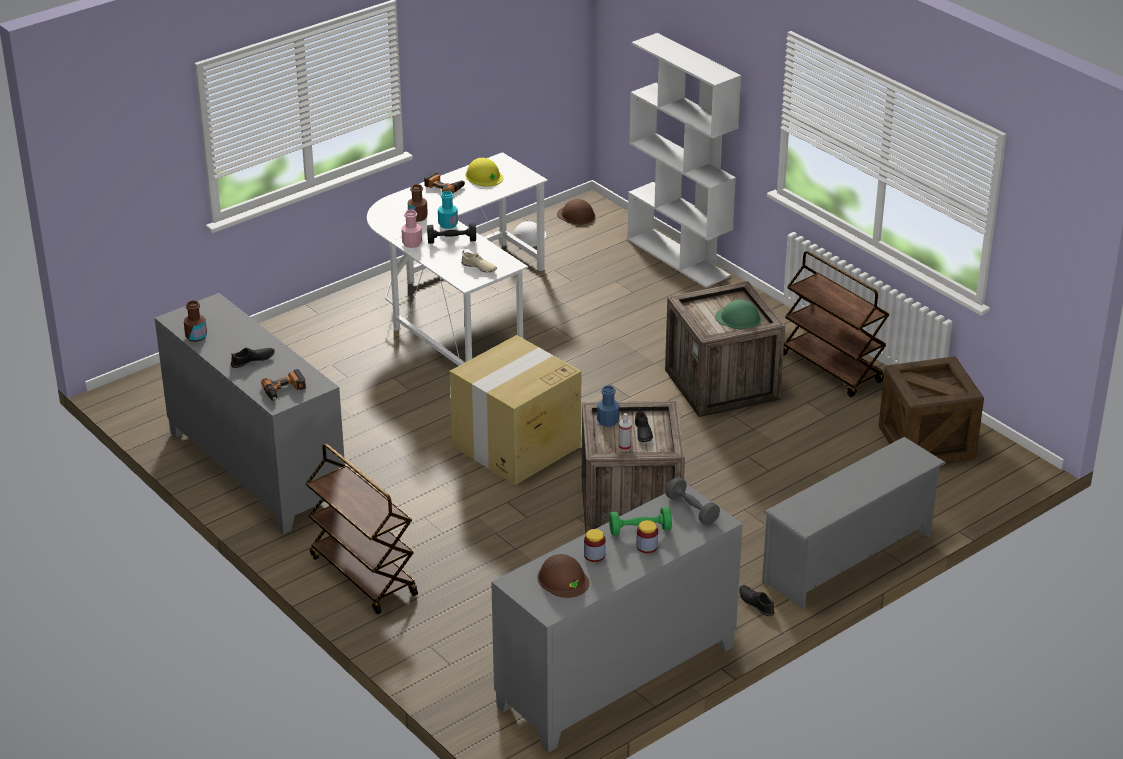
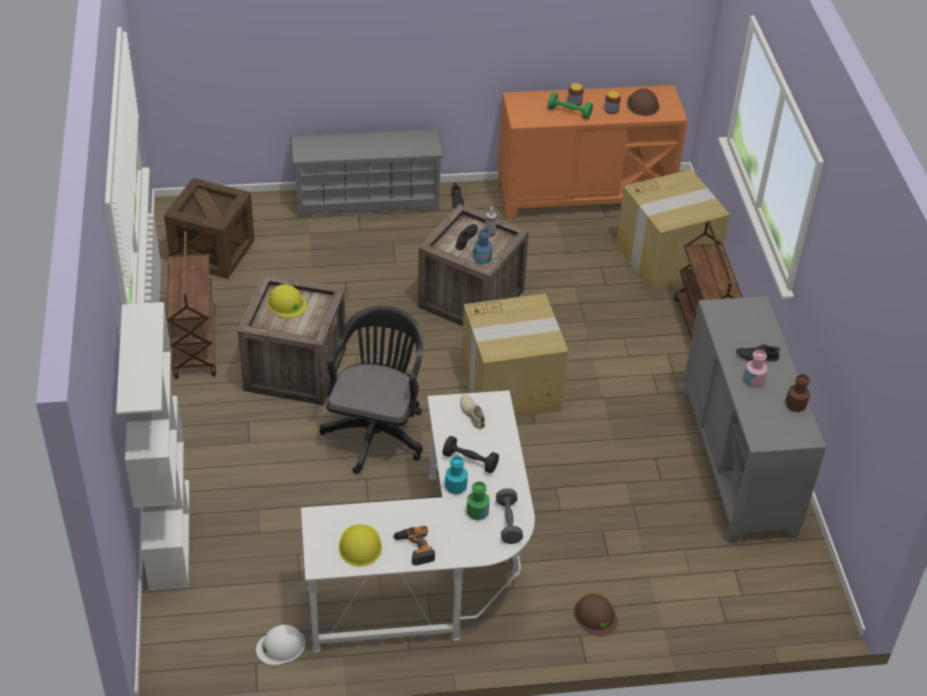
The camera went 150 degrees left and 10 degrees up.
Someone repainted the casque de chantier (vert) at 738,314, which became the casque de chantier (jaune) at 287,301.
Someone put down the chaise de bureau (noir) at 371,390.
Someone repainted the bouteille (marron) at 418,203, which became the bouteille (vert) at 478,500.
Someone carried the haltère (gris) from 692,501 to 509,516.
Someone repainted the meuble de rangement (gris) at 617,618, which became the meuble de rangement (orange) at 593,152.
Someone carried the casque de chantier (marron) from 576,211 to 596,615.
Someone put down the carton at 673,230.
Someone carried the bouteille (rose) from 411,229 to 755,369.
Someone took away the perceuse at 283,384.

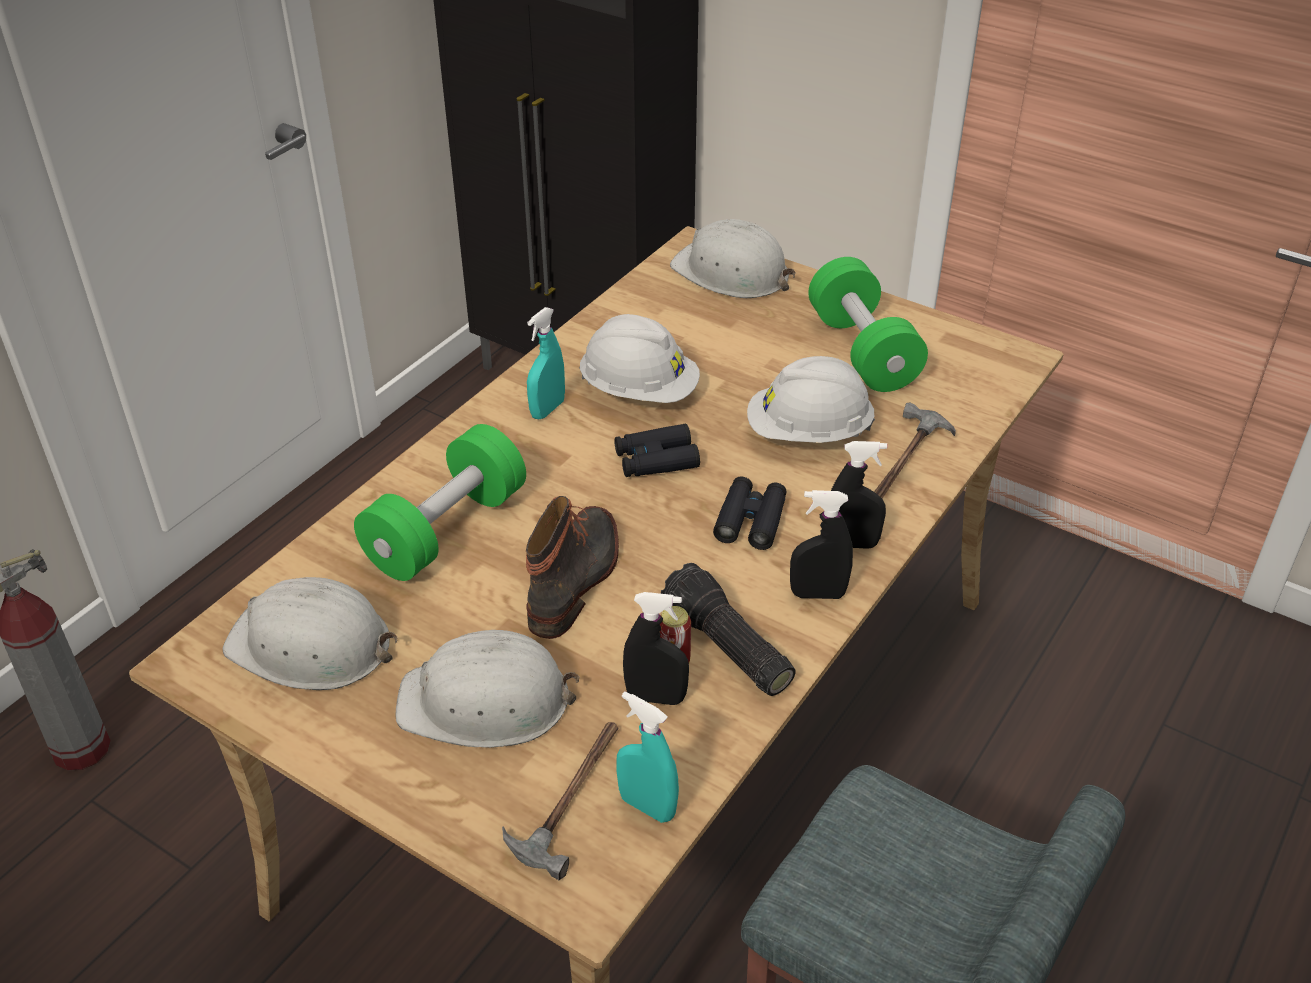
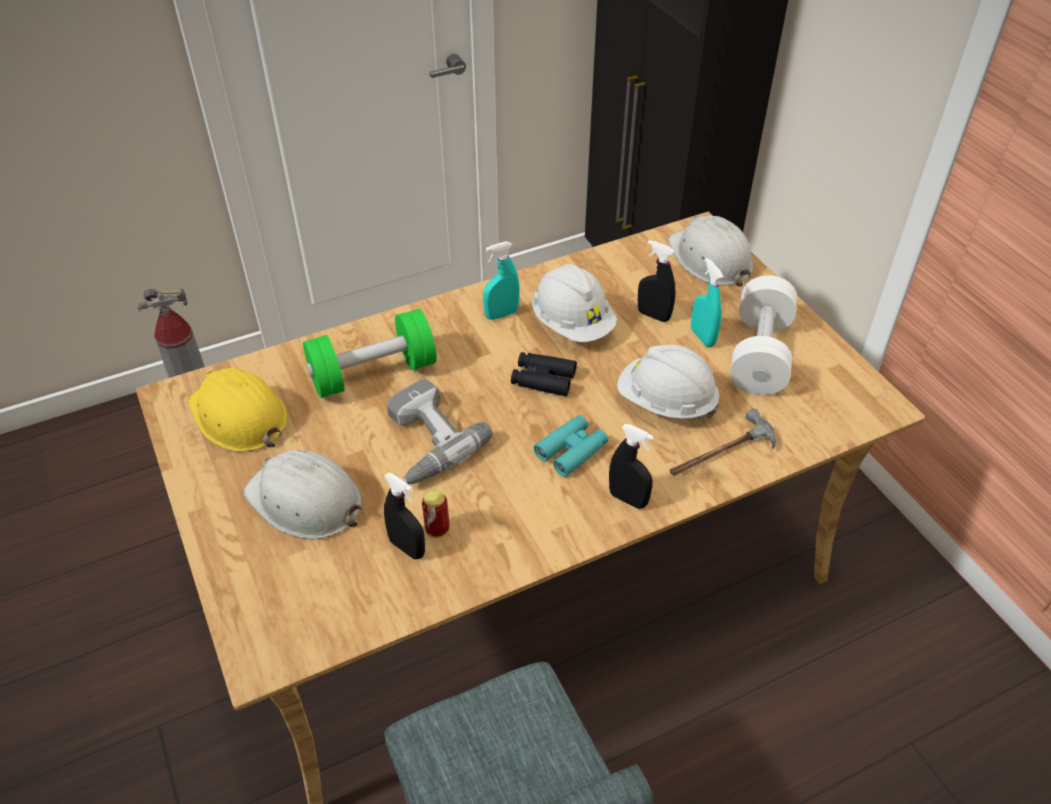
The camera went 30 degrees right and 5 degrees up.
Someone repainted the casque de chantier (blanc) at 310,633, which became the casque de chantier (jaune) at 238,410.
Someone swapped the botte at 572,567 for the perceuse at 439,431.
Someone repainted the jumelles (noir) at 750,513, which became the jumelles (turquoise) at 571,446.
Someone carried the vaporisateur (noir) from 821,544 to 656,281.
Someone carried the vaporisateur (turquoise) from 647,757 to 707,302.
Someone repainted the haltère (vert) at 868,324, which became the haltère (blanc) at 763,335.
Someone took away the marteau at 560,801.
Someone took away the lampe de poche at 728,629.

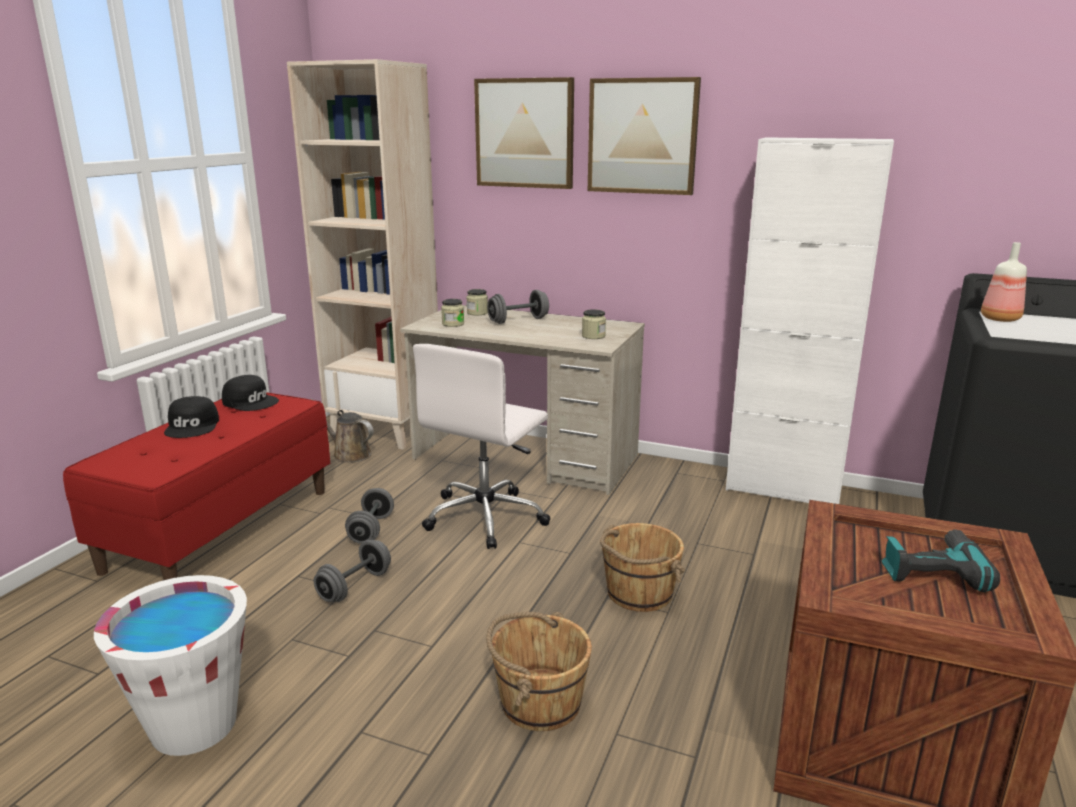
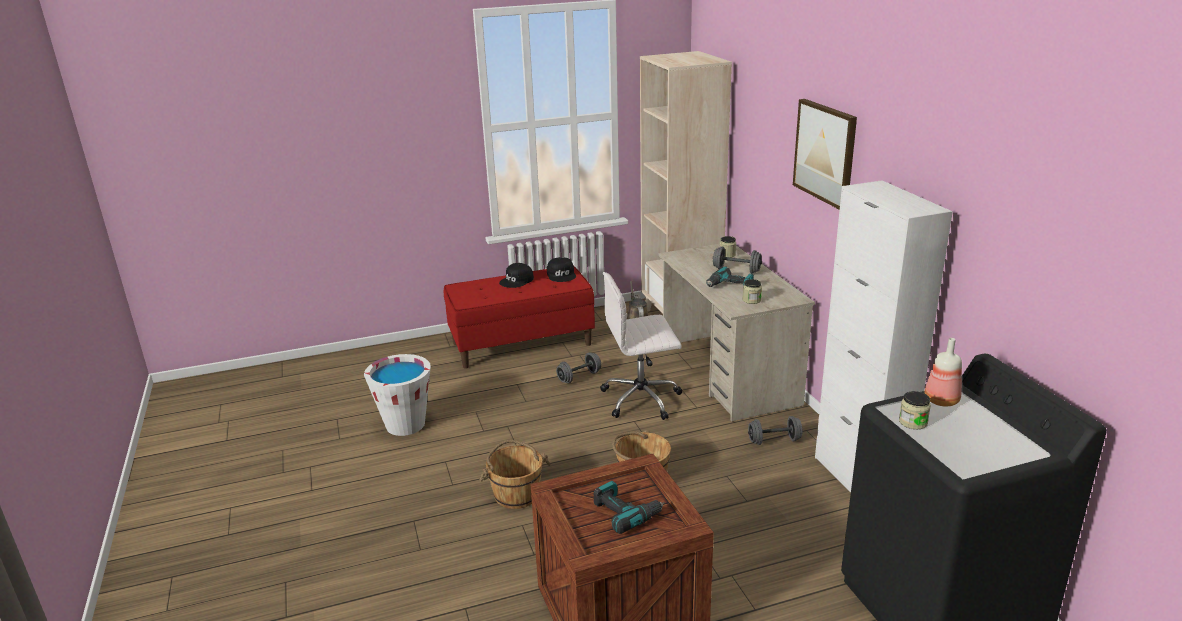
The camera went 50 degrees right and 5 degrees up.
Someone put down the perceuse at 730,277.
Someone carried the haltère (gris) from 352,571 to 775,430.
Someone carried the bocal from 452,313 to 915,410.
Someone took away the tableau at 524,133.

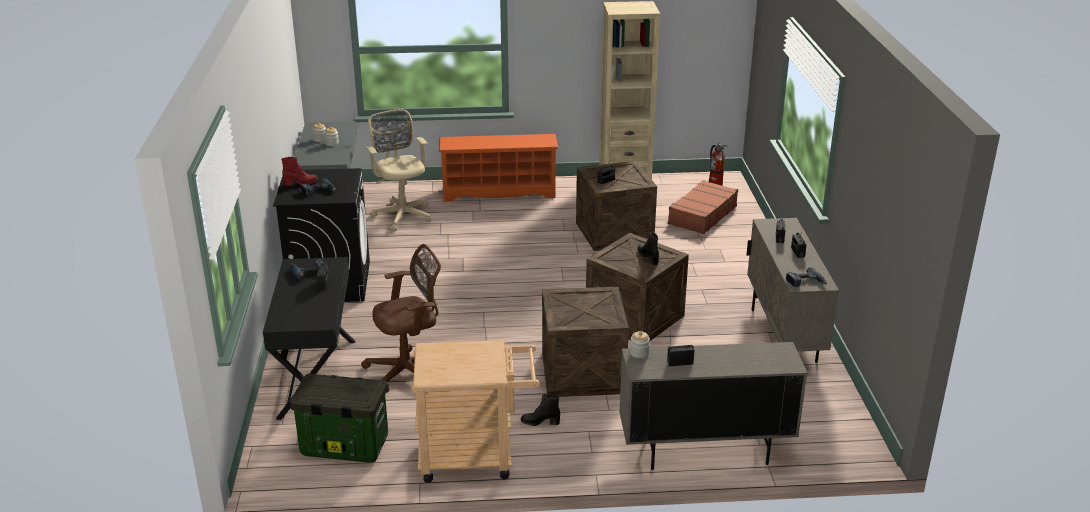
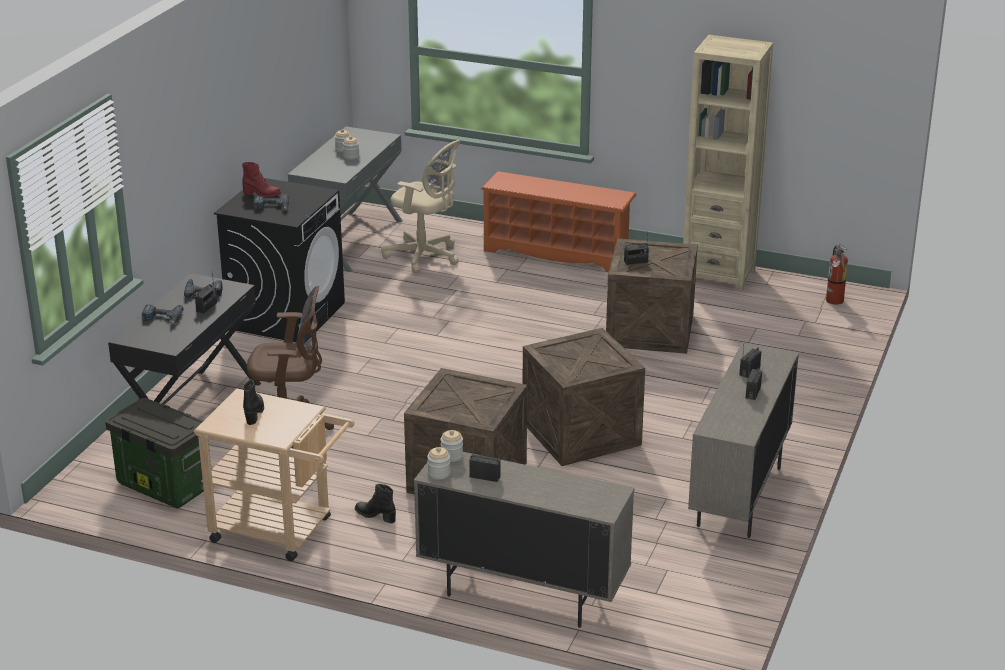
The camera went 25 degrees right and 0 degrees up.
Someone carried the perceuse from 806,277 to 163,314.
Someone carried the botte (noir) from 648,248 to 253,402.
Someone rotated the chaise de bureau (beige) at 398,170 by 120 degrees clockwise.
Someone put down the bocal at 438,463.
Someone took away the valise (marron) at 703,207.

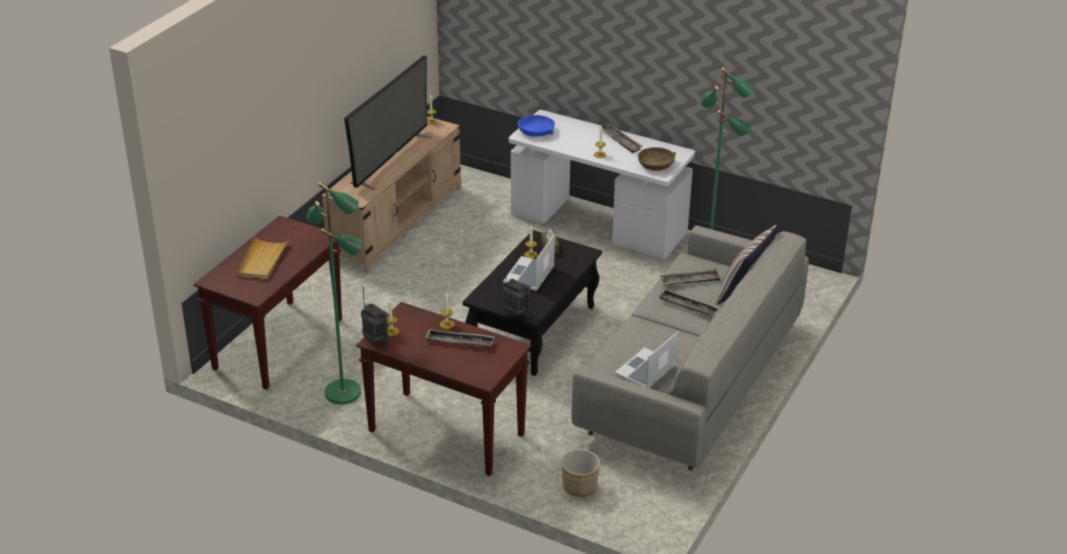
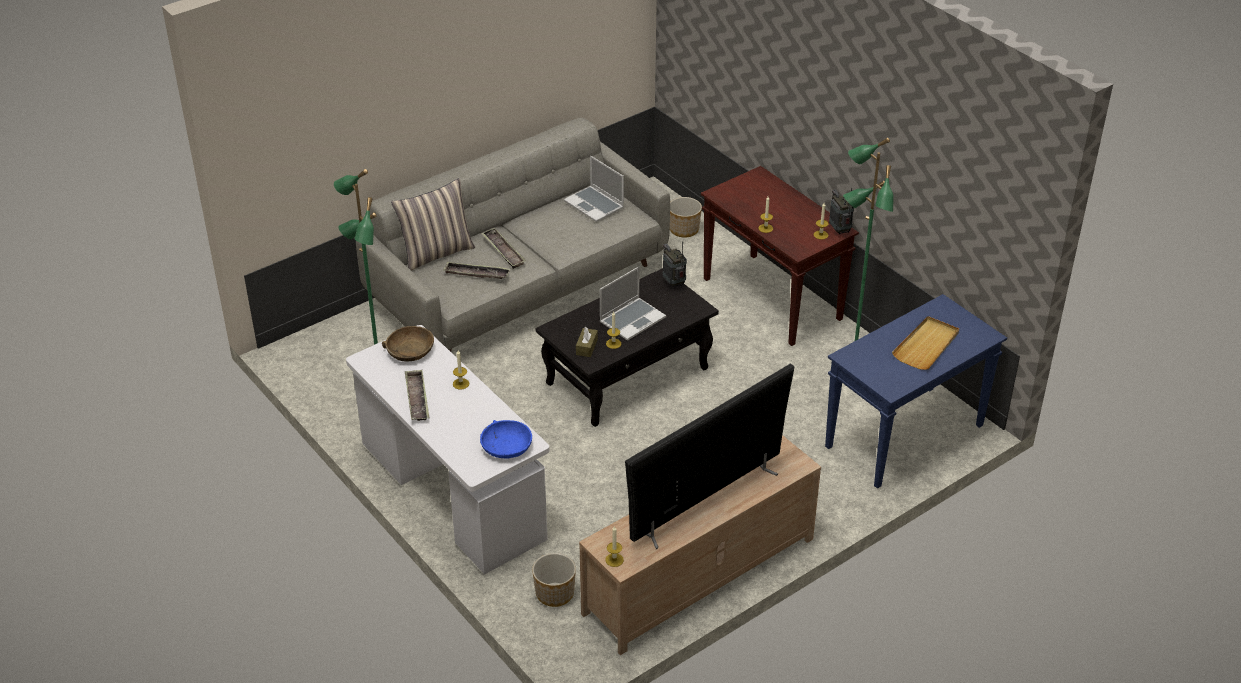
The camera went 155 degrees left and 5 degrees up.
Someone put down the cache-pot at 554,580.
Someone rotated the ordinateur portable at 647,359 by 75 degrees clockwise.
Someone repainted the table console (marron) at 268,302, which became the table console (bleu) at 916,391.
Someone took away the plateau at 459,338.

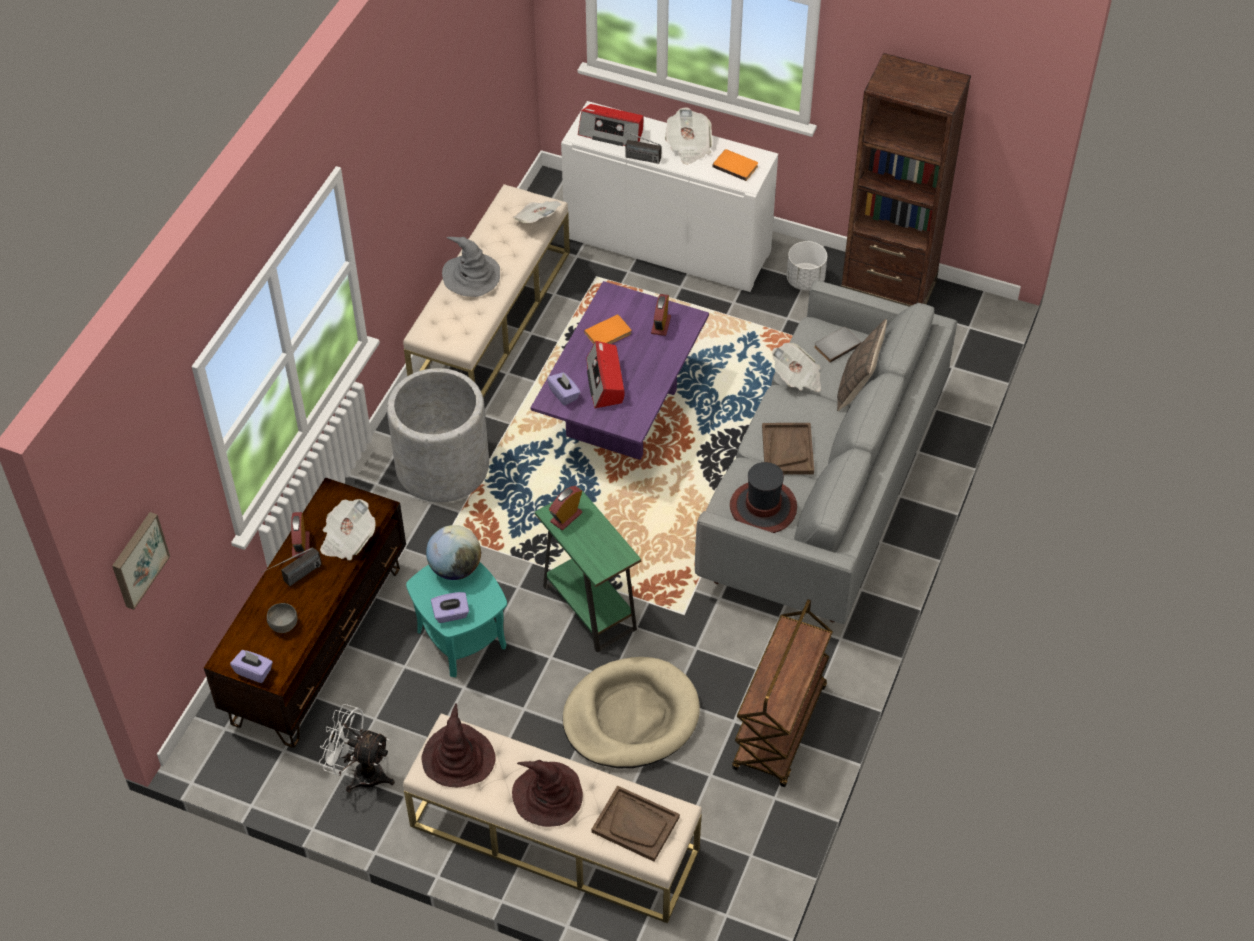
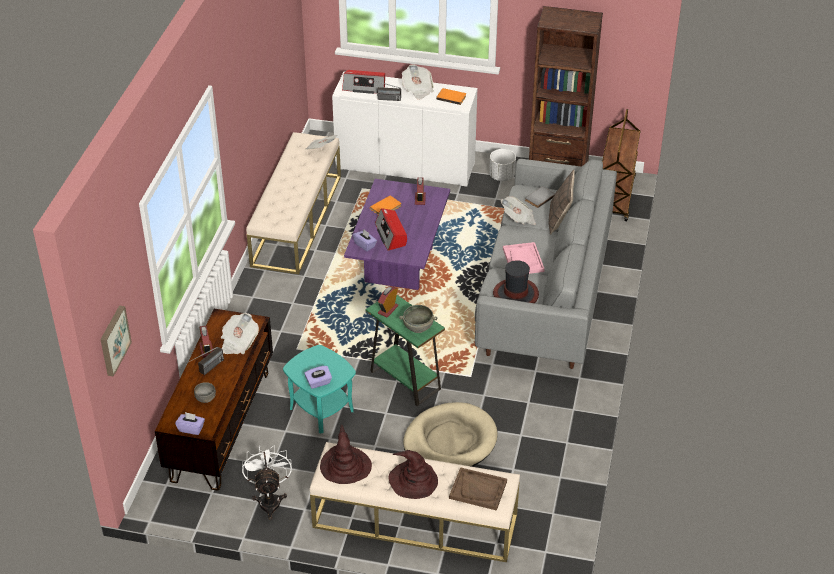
The camera went 10 degrees left and 10 degrees down.
Someone rotated the ventilateur (blanc) at 357,748 by 75 degrees clockwise.
Someone put down the bol (gris) at 418,319.
Someone repainted the plateau (marron) at 788,449, which became the plateau (rose) at 524,258.
Someone carried the chariot (marron) from 782,693 to 621,165.
Someone took away the cache-pot (gris) at 438,435.
Someone took away the globe at 453,552.
Someone took away the chapeau (gris) at 471,267.

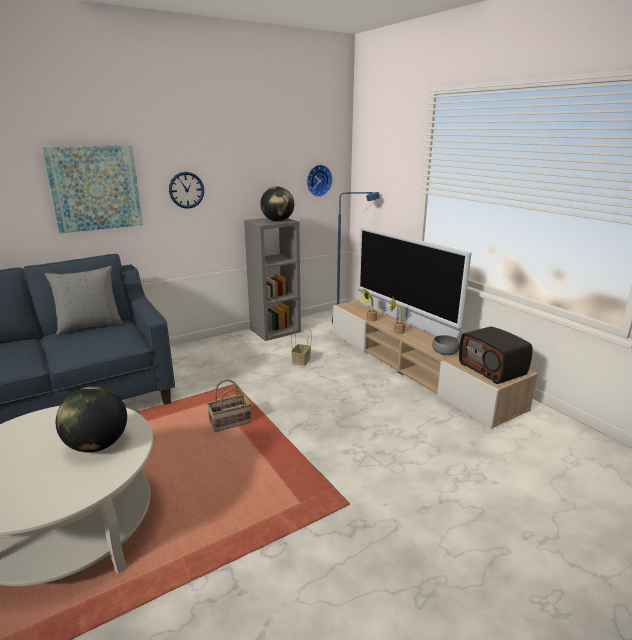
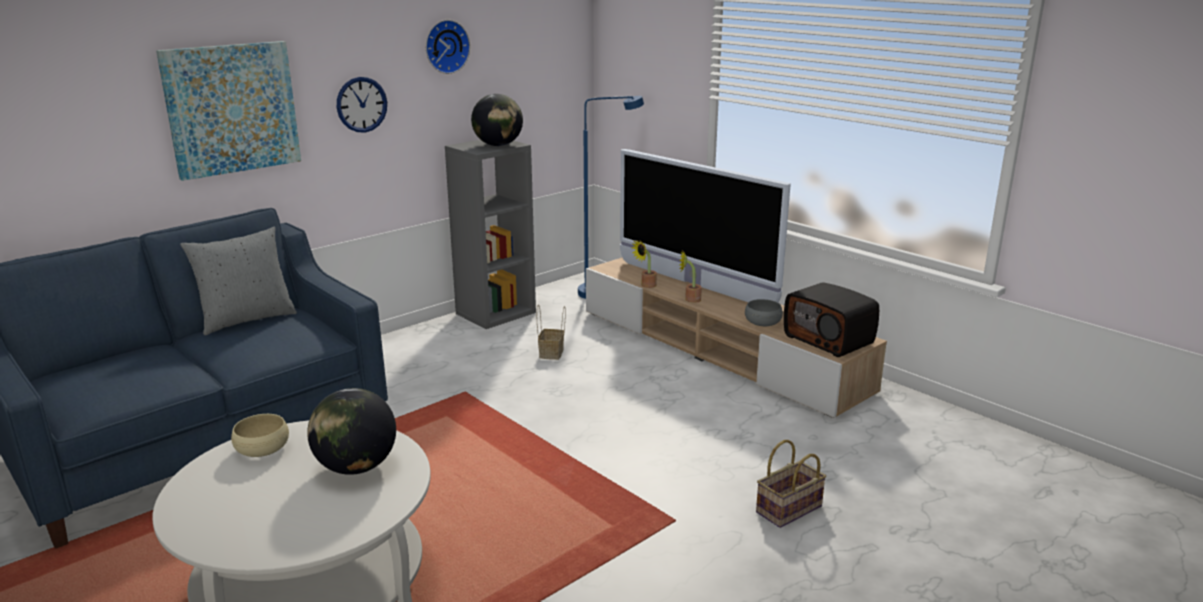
The camera went 10 degrees left and 0 degrees up.
Someone put down the bol (beige) at 260,435.
Someone carried the horloge murale from 320,181 to 448,47.
Someone carried the panier from 229,405 to 791,484.

